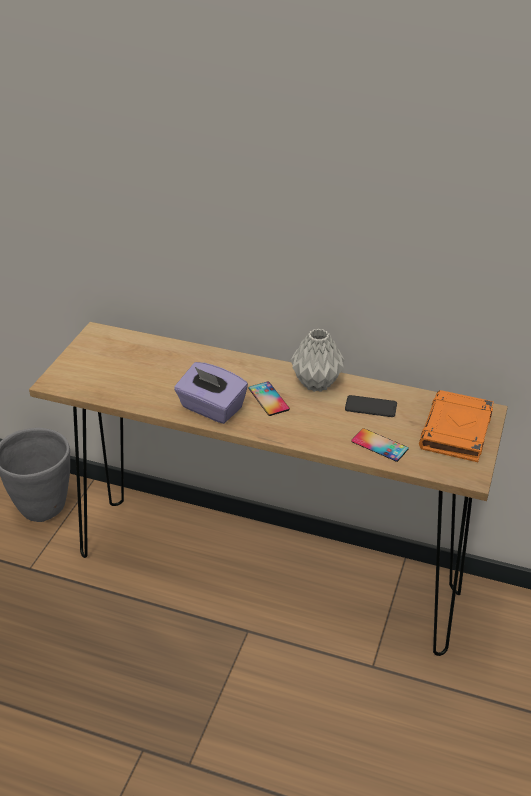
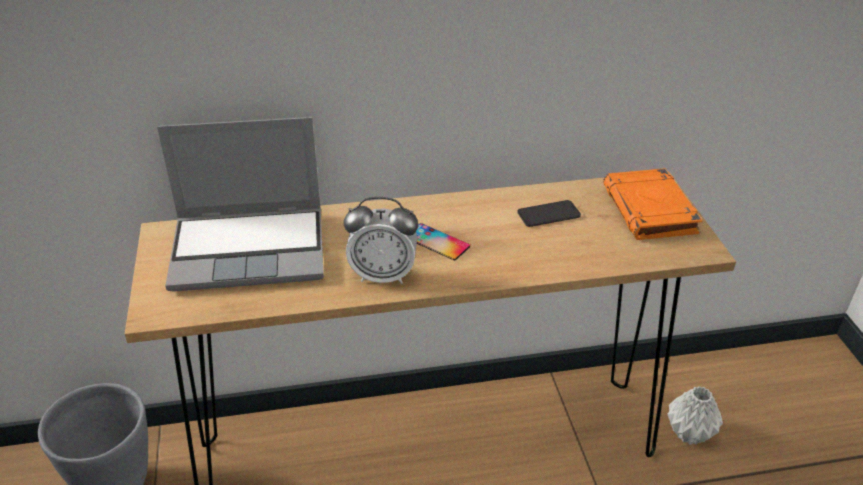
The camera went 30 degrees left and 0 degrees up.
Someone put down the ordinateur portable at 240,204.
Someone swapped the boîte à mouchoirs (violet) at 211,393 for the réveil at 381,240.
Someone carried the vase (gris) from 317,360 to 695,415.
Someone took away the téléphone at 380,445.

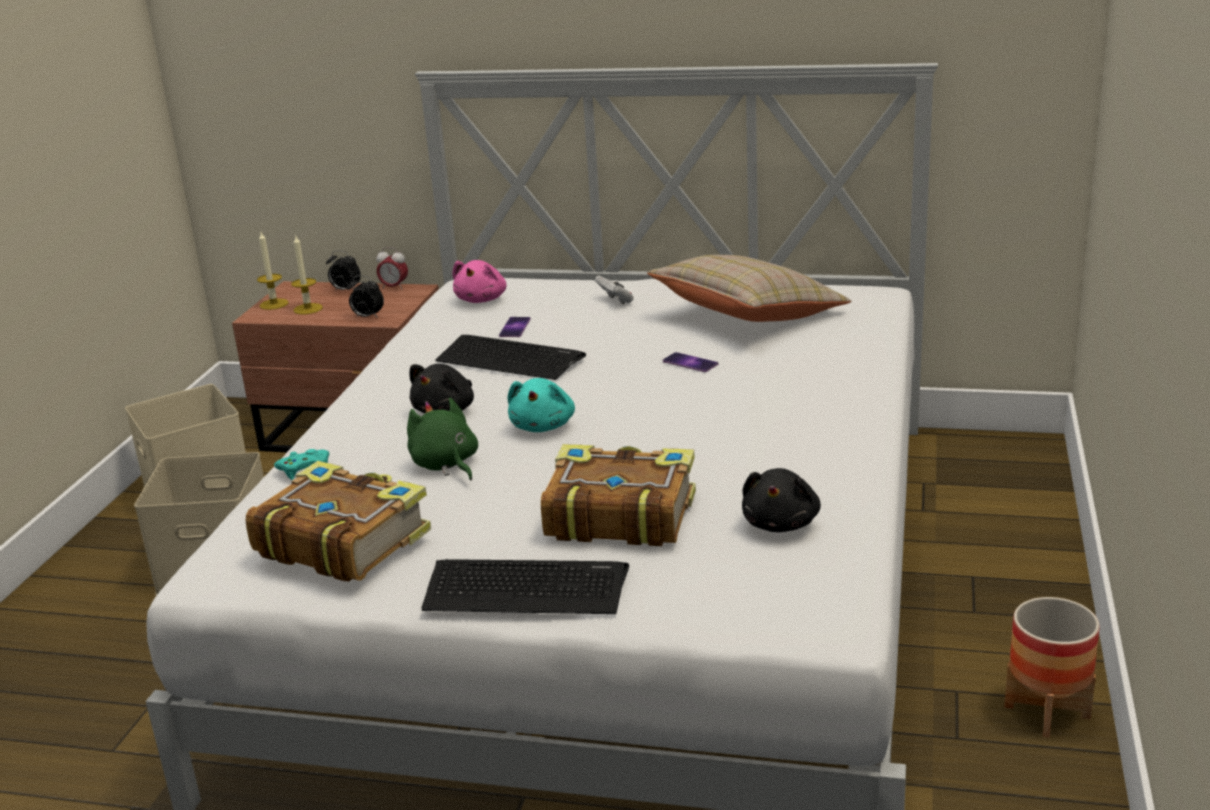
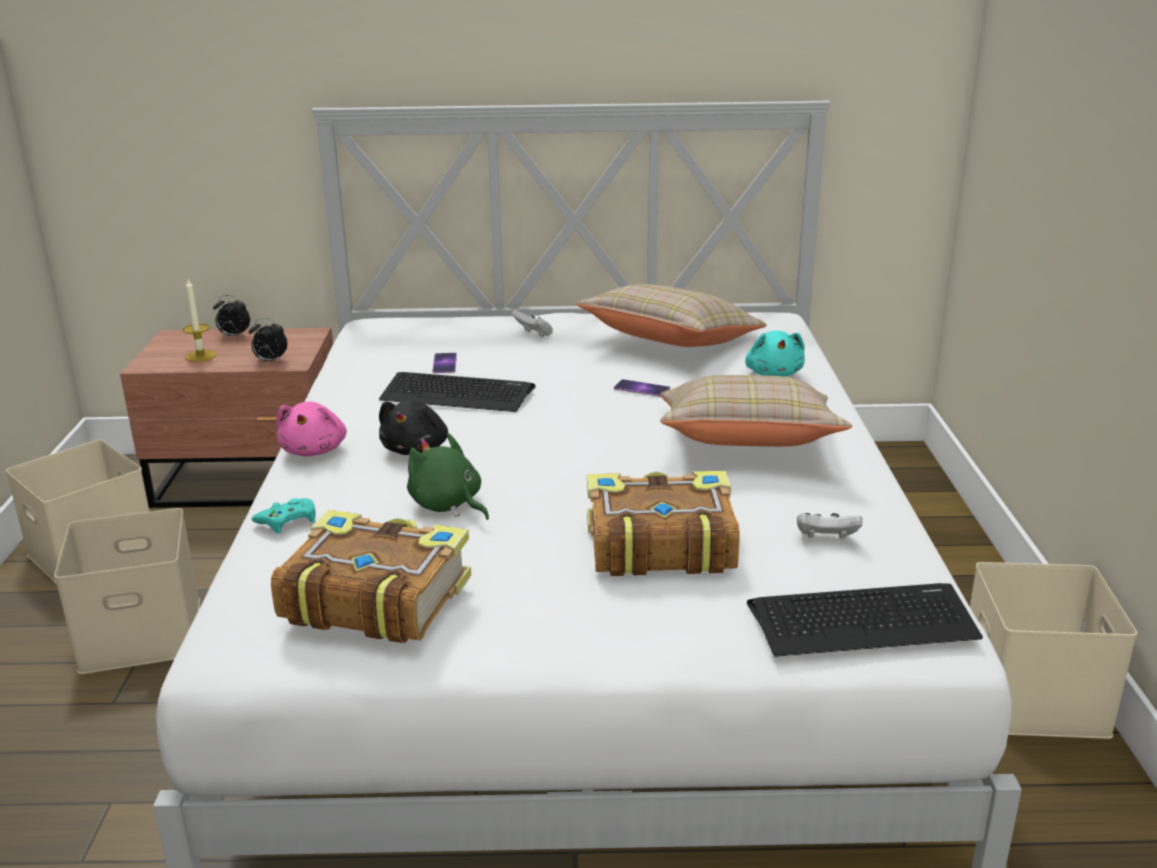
The camera went 15 degrees left and 0 degrees up.
Someone carried the peluche (rose) from 480,281 to 311,428.
Someone put down the coussin (beige) at 756,411.
Someone carried the peluche (turquoise) from 541,405 to 775,353.
Someone carried the clavier from 525,586 to 865,620.
Someone swapped the peluche (noir) at 781,500 for the manette (blanc) at 830,526.
Someone swapped the cache-pot at 1052,667 for the boîte de rangement (beige) at 1054,650.
Someone took away the bougie at 273,271.
Someone took away the réveil at 392,268.

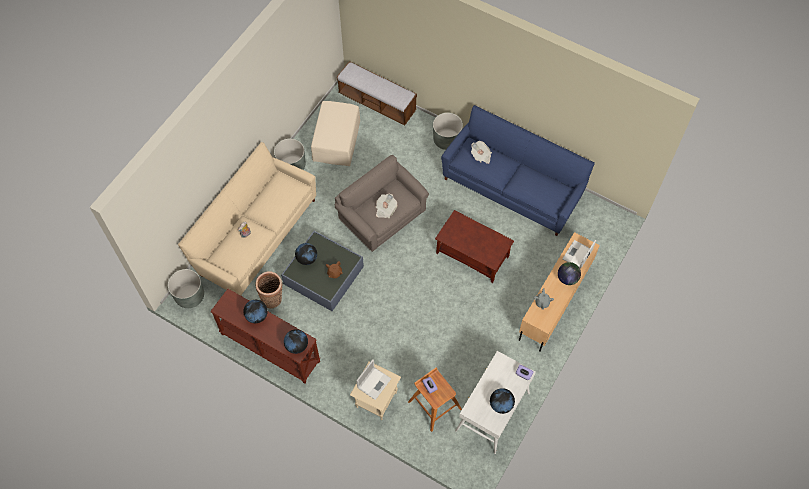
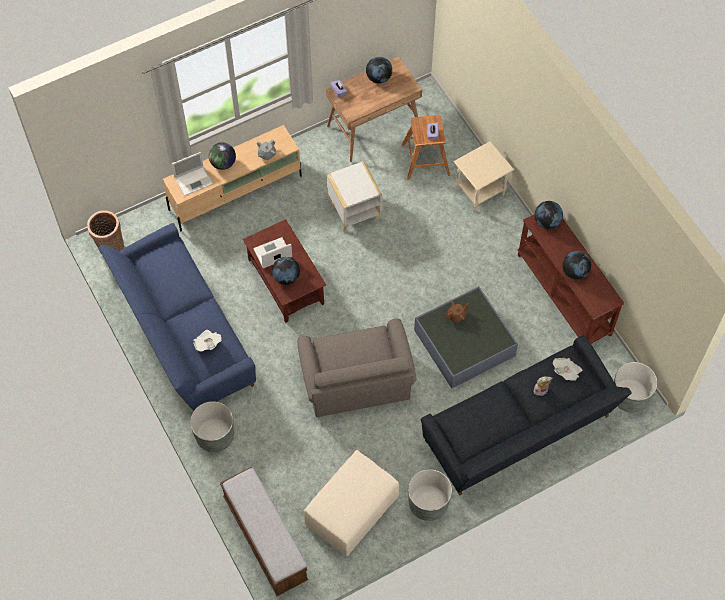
The camera went 150 degrees left and 0 degrees up.
Someone carried the panier from 269,290 to 105,232.
Someone carried the ordinateur portable from 373,379 to 272,252.
Someone carried the globe from 306,254 to 286,271.
Someone repainted the bureau (blanc) at 495,402, which became the bureau (marron) at 374,109.
Someone put down the table d'appoint (blanc) at 354,196.
Someone repainted the canapé (beige) at 247,219, which became the canapé (noir) at 526,415.
Someone carried the journal from 386,206 to 568,369.

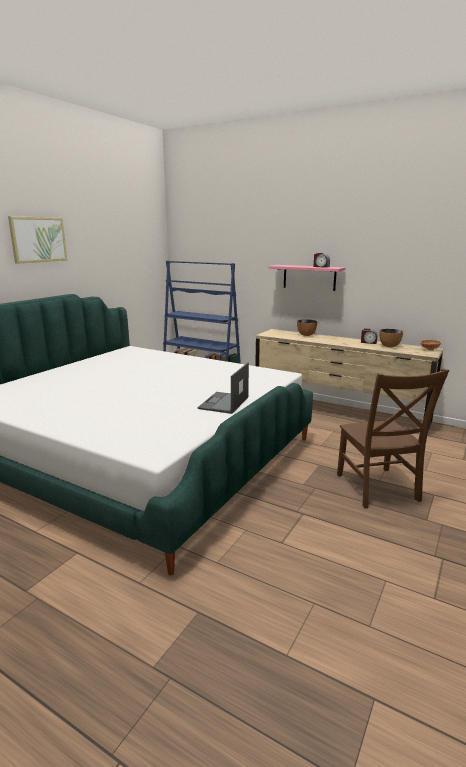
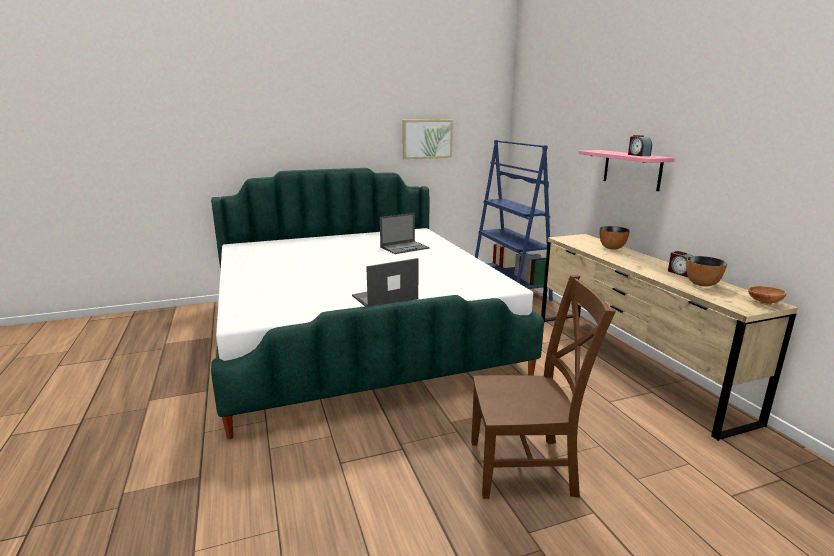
The camera went 40 degrees right and 0 degrees up.
Someone put down the ordinateur portable at 405,233.
Someone carried the tableau from 37,240 to 427,139.
Someone rotated the chaise (marron) at 393,439 by 120 degrees counterclockwise.

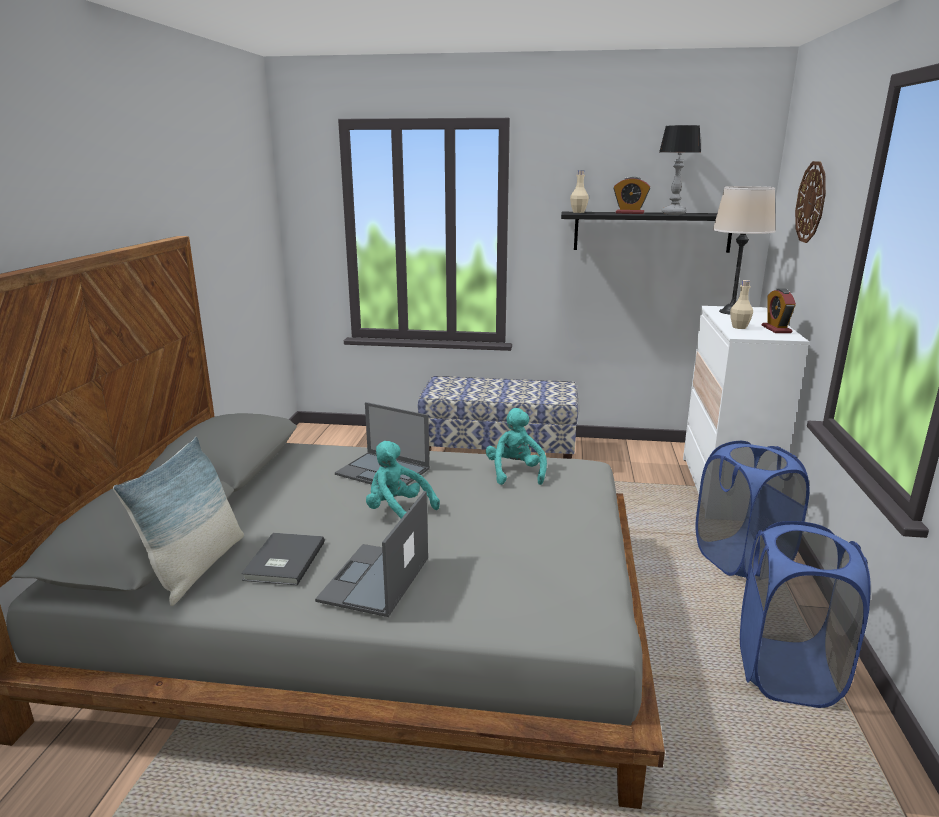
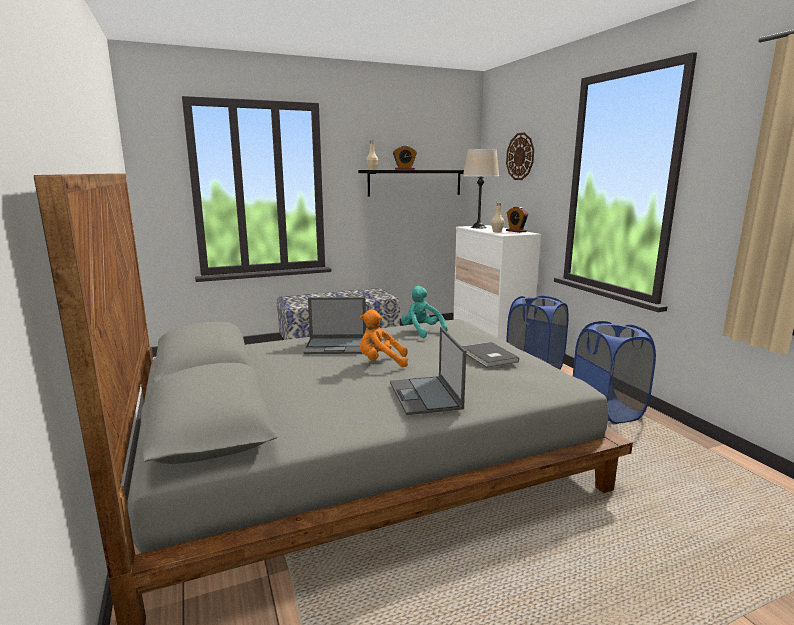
The camera went 30 degrees left and 5 degrees down.
Someone repainted the peluche (turquoise) at 403,480, which became the peluche (orange) at 384,338.
Someone carried the livre (gris) from 283,559 to 490,354.
Someone took away the coussin at 178,521.
Someone took away the lampe de table at 680,170.

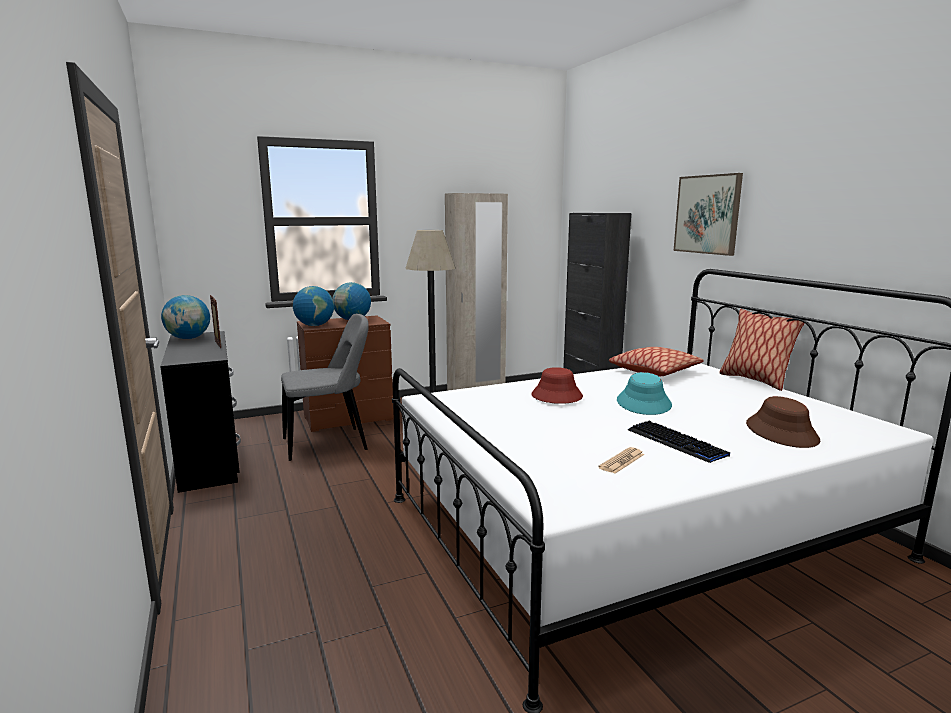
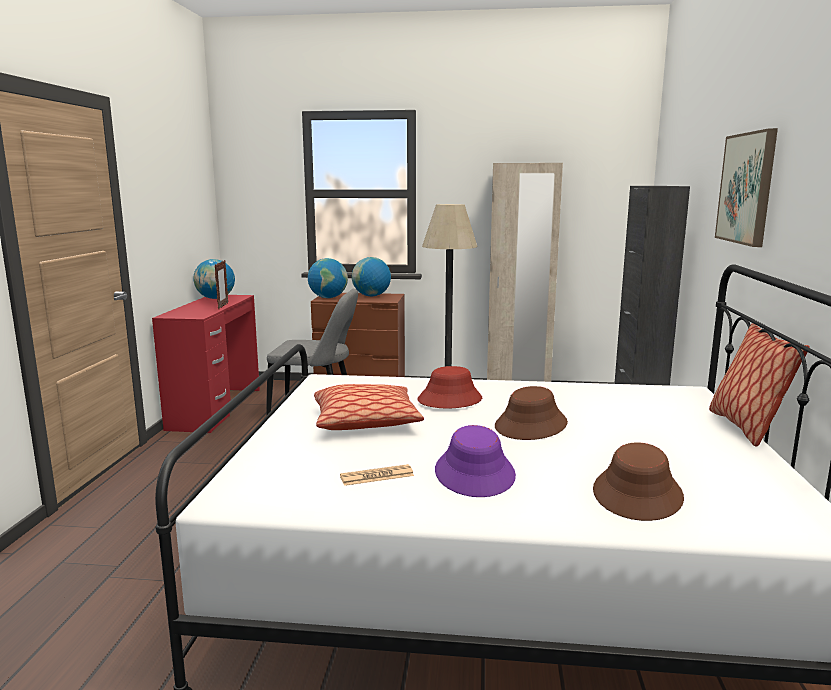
The camera went 30 degrees right and 0 degrees up.
Someone repainted the bureau (noir) at 200,412, which became the bureau (rouge) at 206,364.
Someone carried the coussin from 656,361 to 369,407.
Someone swapped the clavier at 679,441 for the chapeau (violet) at 475,461.
Someone repainted the chapeau (turquoise) at 644,393, which became the chapeau (marron) at 531,413.

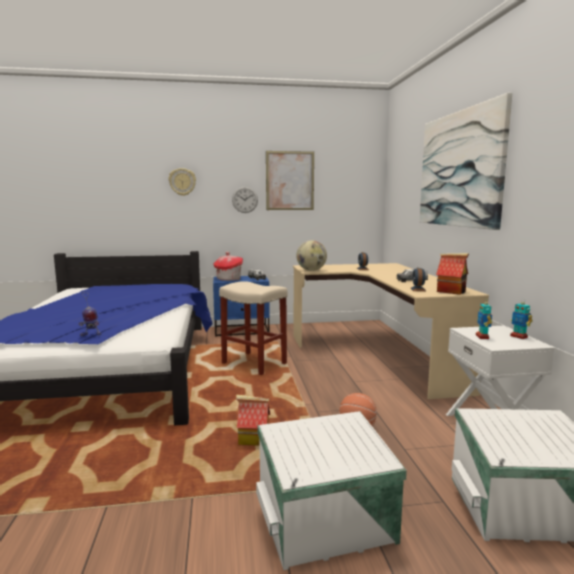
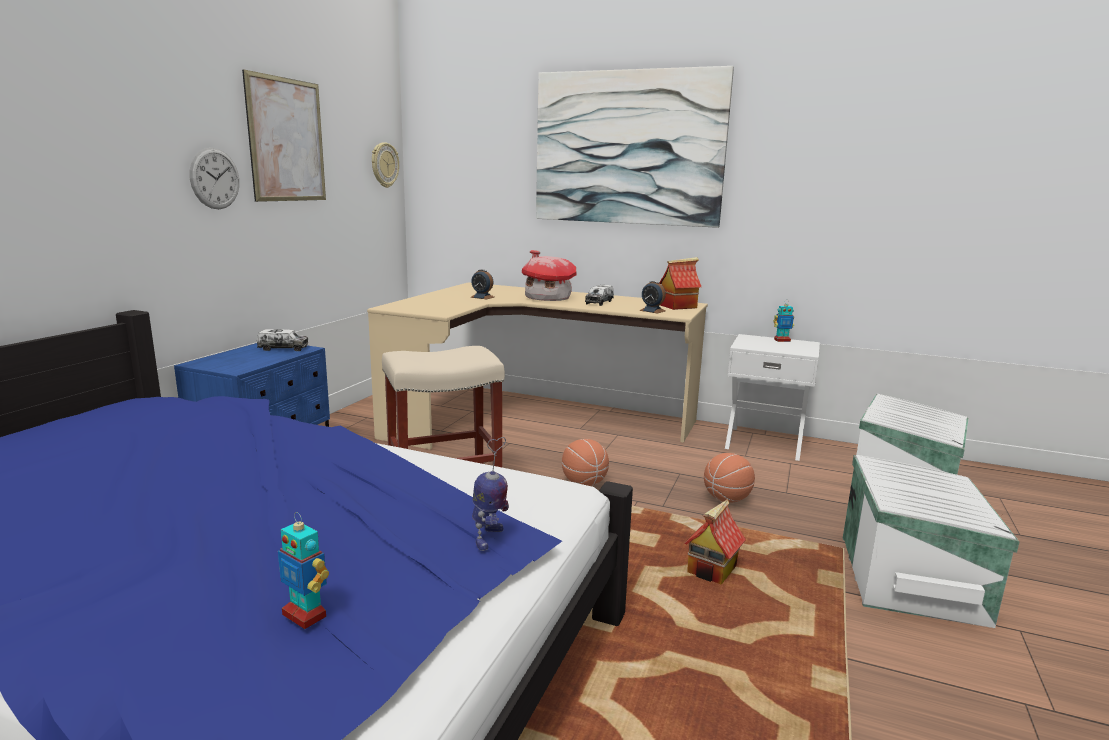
The camera went 60 degrees left and 5 degrees up.
Someone carried the robot jouet from 484,319 to 303,570.
Someone carried the horloge murale from 182,182 to 385,165.
Someone carried the maison miniature from 228,266 to 549,275.
Someone put down the ballon de basket at 585,462.
Someone took away the globe at 311,255.

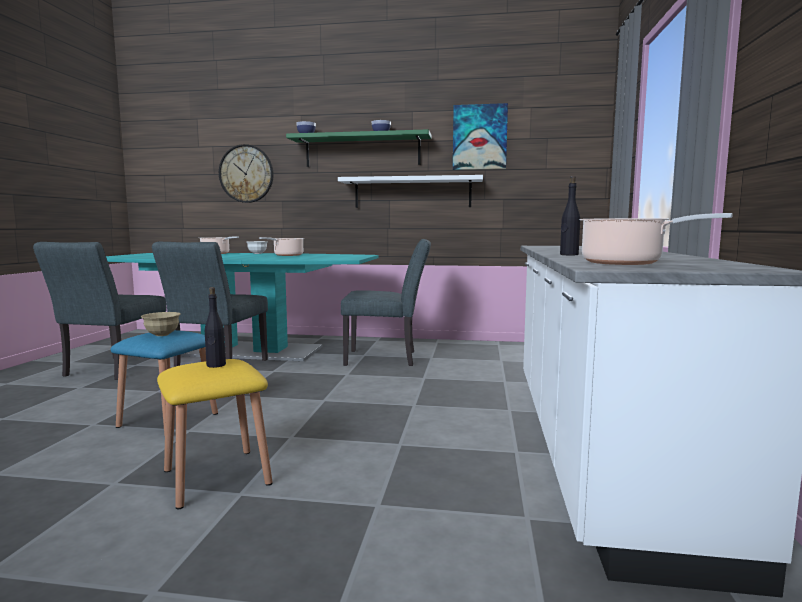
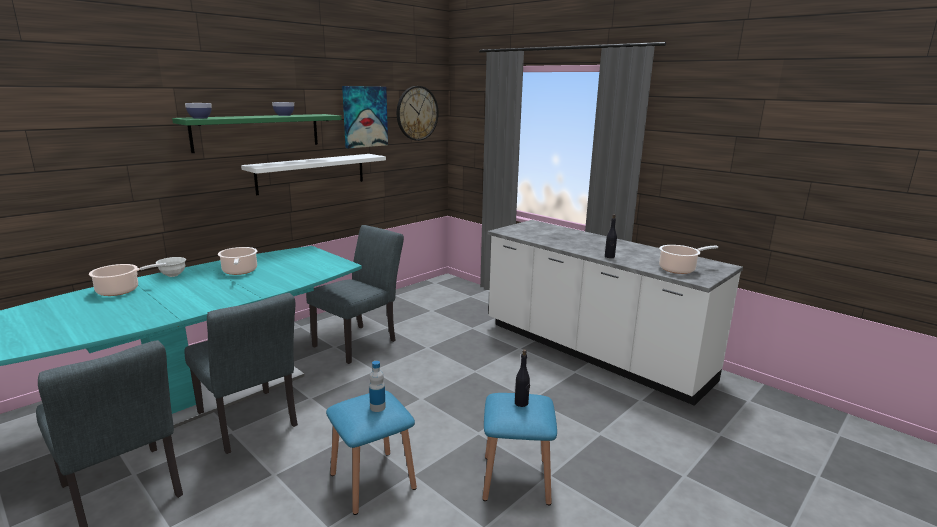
The camera went 55 degrees left and 10 degrees up.
Someone swapped the bol (beige) at 161,324 for the bouteille at 377,386.
Someone carried the horloge murale from 246,173 to 418,113.
Someone repainted the tabouret (jaune) at 214,434, which became the tabouret (bleu) at 519,449.

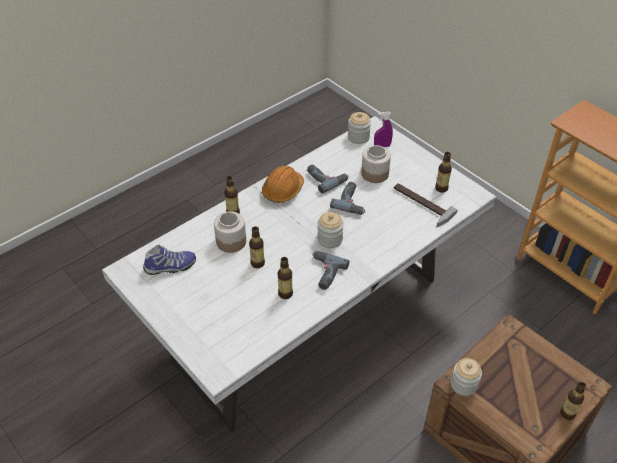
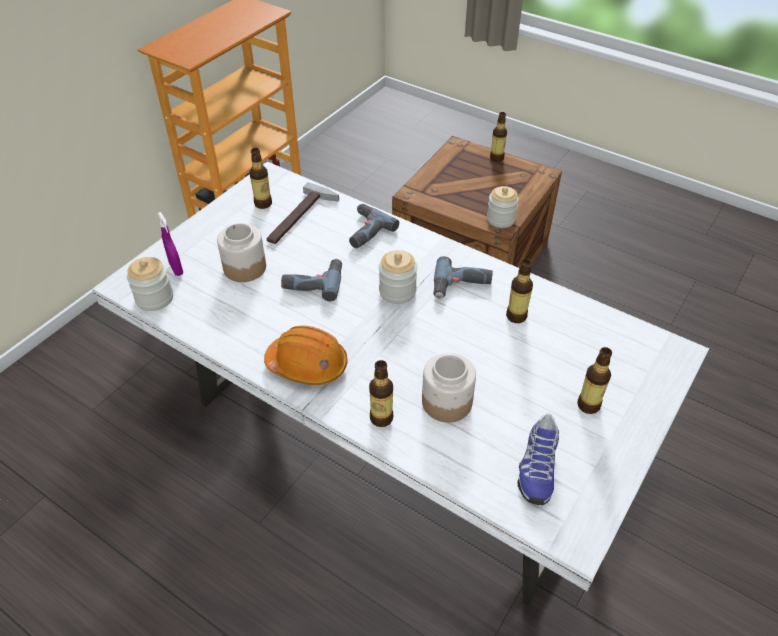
The camera went 105 degrees left and 0 degrees up.
Someone carried the perceuse from 327,179 to 374,226.
Someone rotated the chaussure at 169,260 by 135 degrees counterclockwise.
Someone carried the bouteille from 257,247 to 594,380.

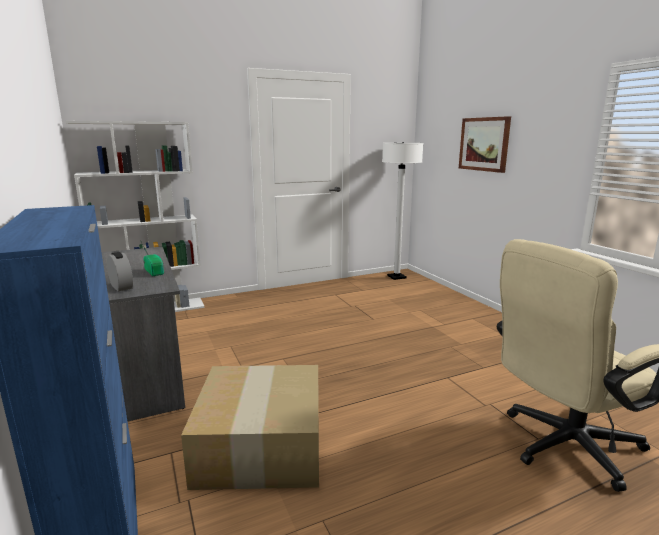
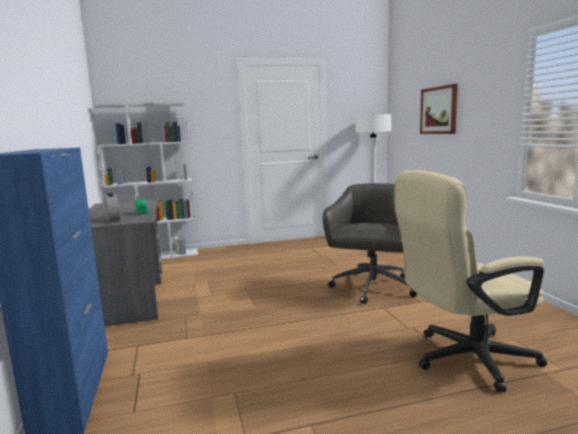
The camera went 10 degrees right and 5 degrees down.
Someone put down the chaise de bureau (gris) at 369,243.
Someone took away the carton at 250,427.

